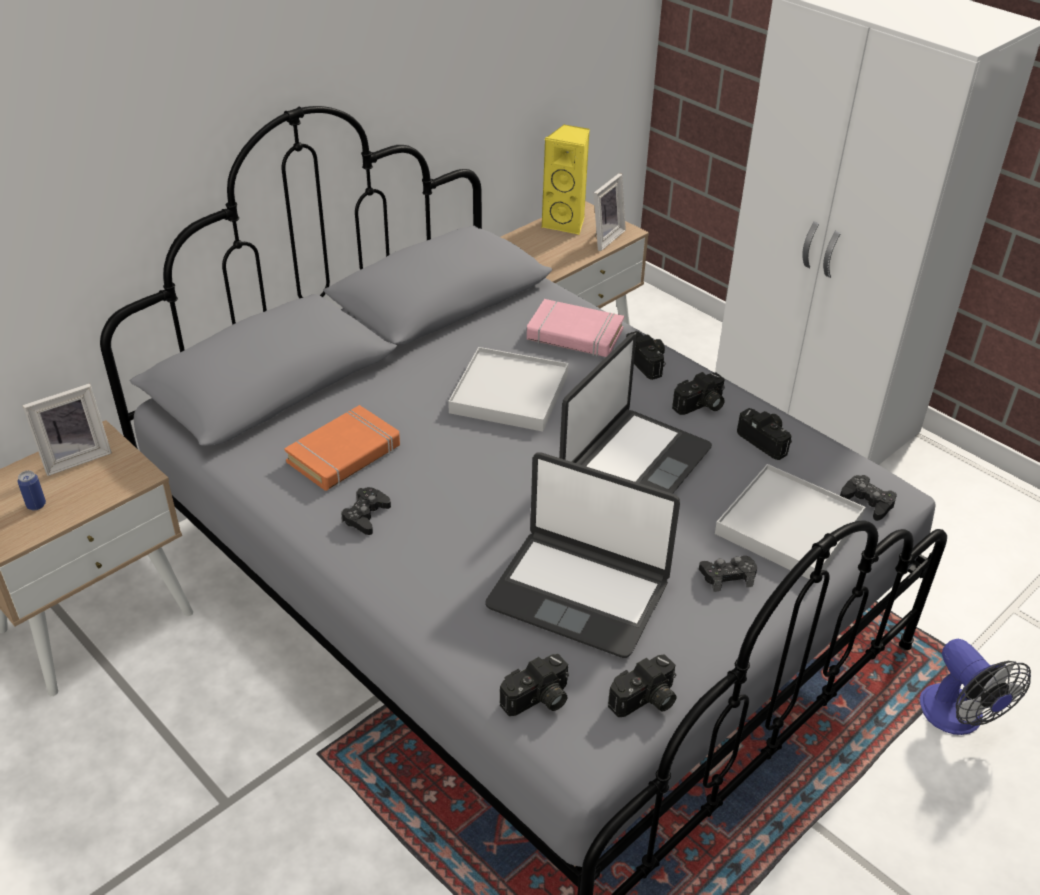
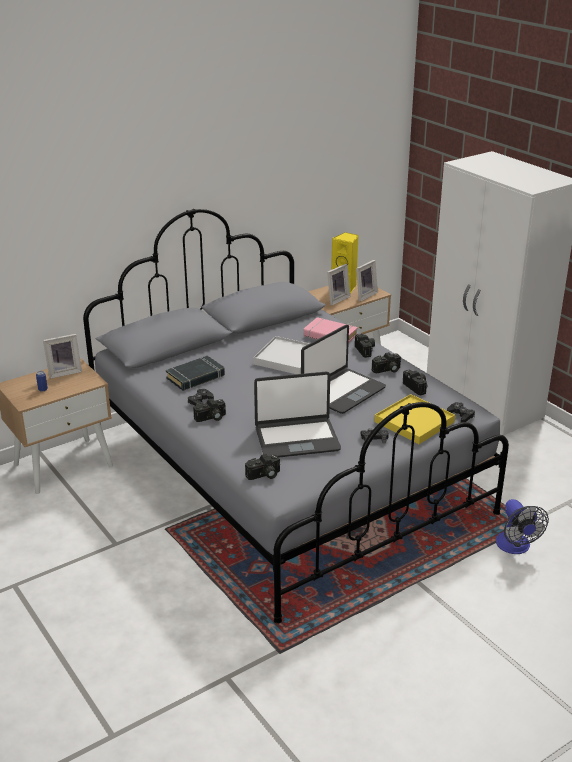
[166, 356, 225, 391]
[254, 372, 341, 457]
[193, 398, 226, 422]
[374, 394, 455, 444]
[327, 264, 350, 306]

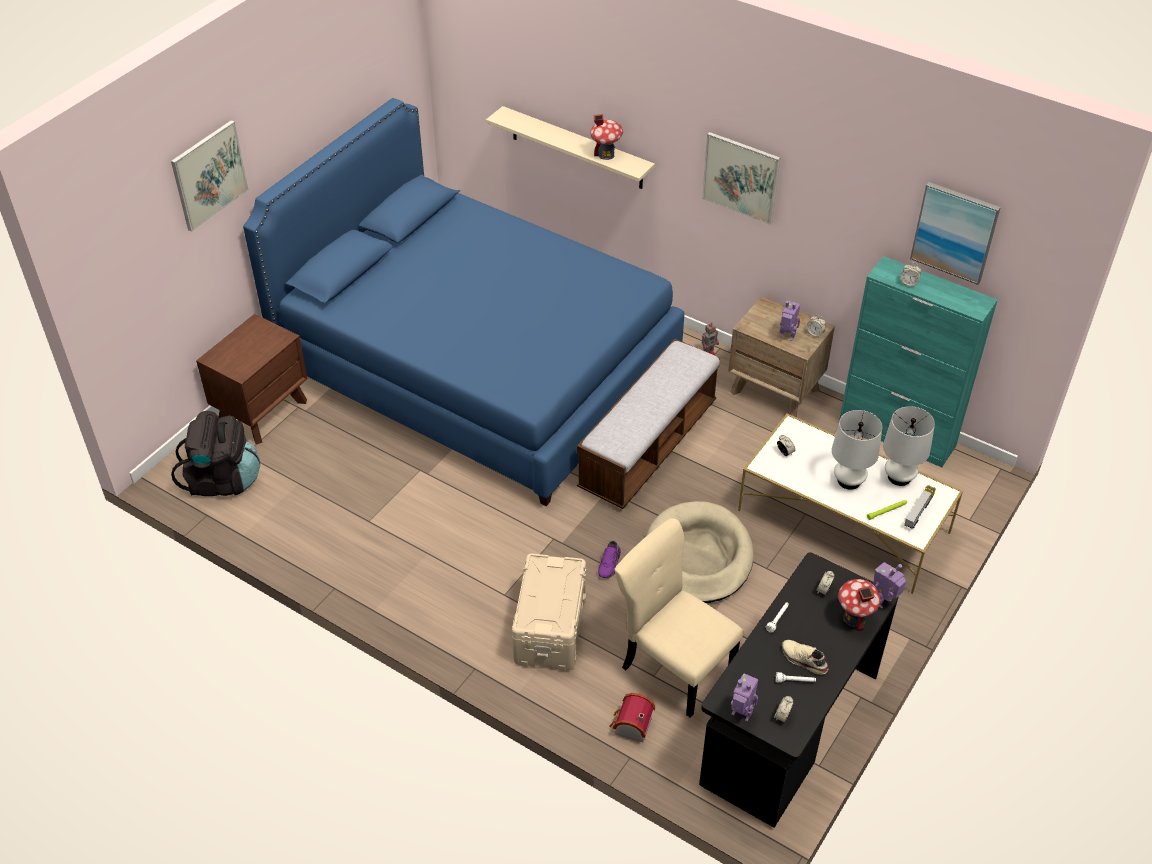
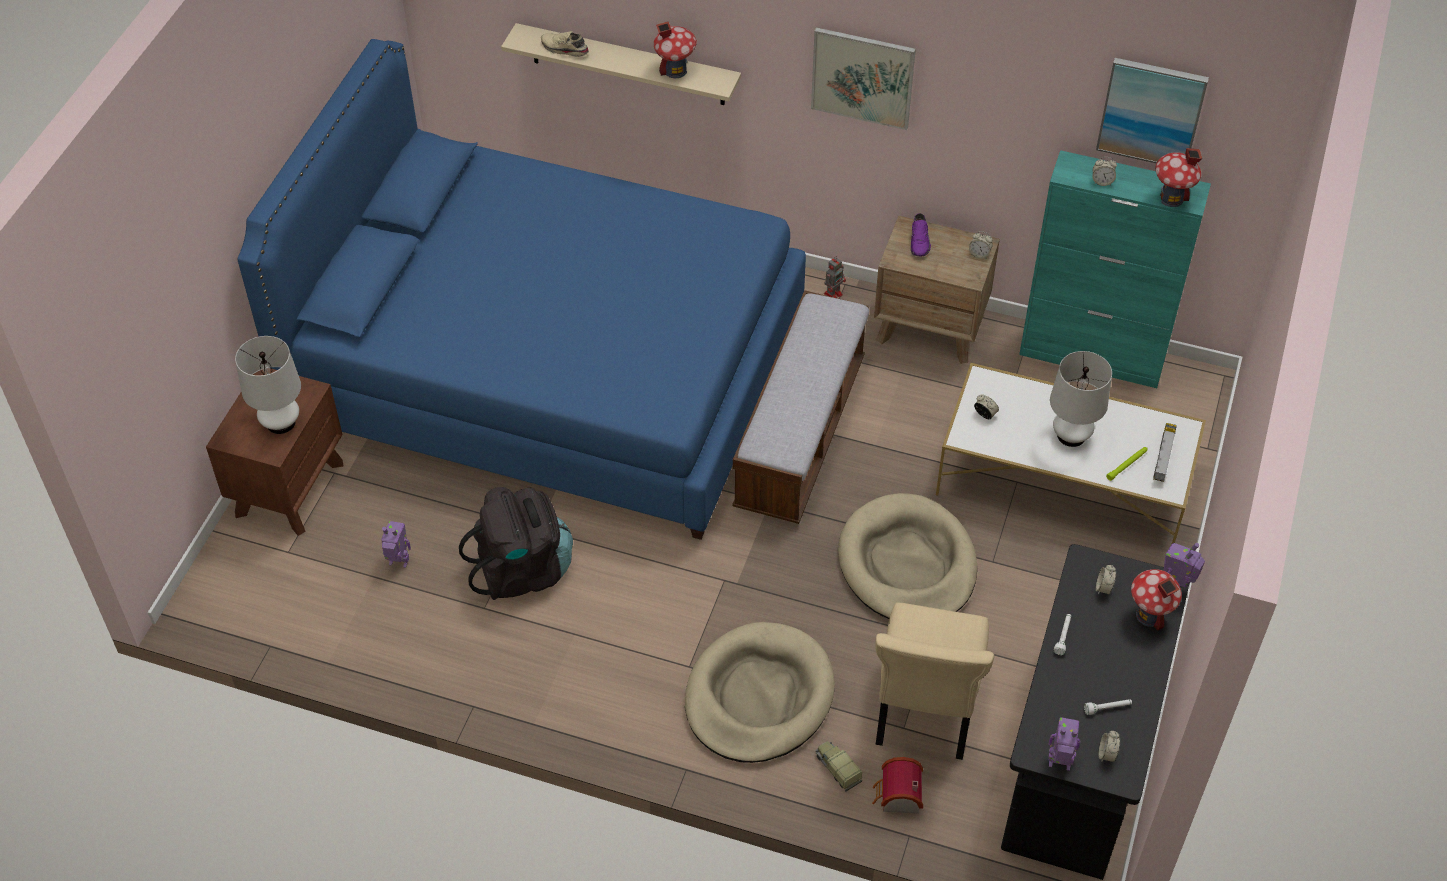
[171, 120, 249, 232] (first image)
[459, 487, 573, 600]
[685, 622, 835, 763]
[911, 213, 931, 256]
[875, 602, 994, 760]
[381, 521, 411, 568]
[541, 31, 589, 57]
[235, 336, 301, 434]
[815, 741, 862, 791]
[1155, 148, 1202, 207]

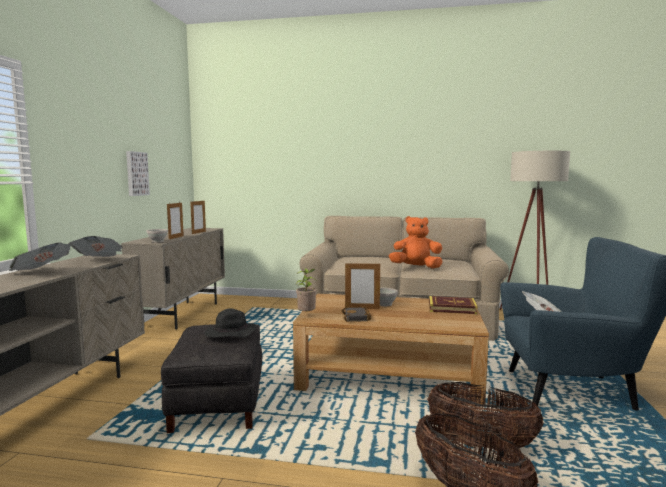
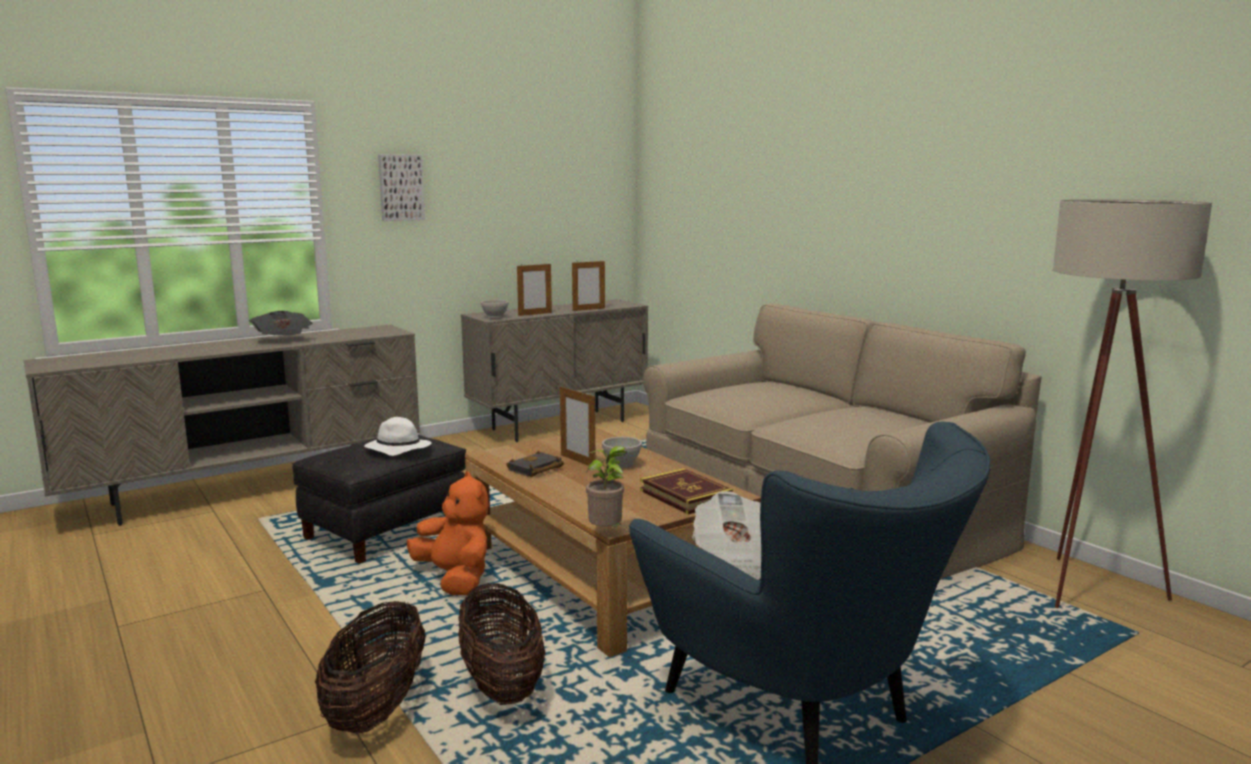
[69, 236, 123, 257] (first image)
[378, 154, 425, 221]
[364, 417, 432, 456]
[586, 446, 627, 527]
[406, 472, 489, 595]

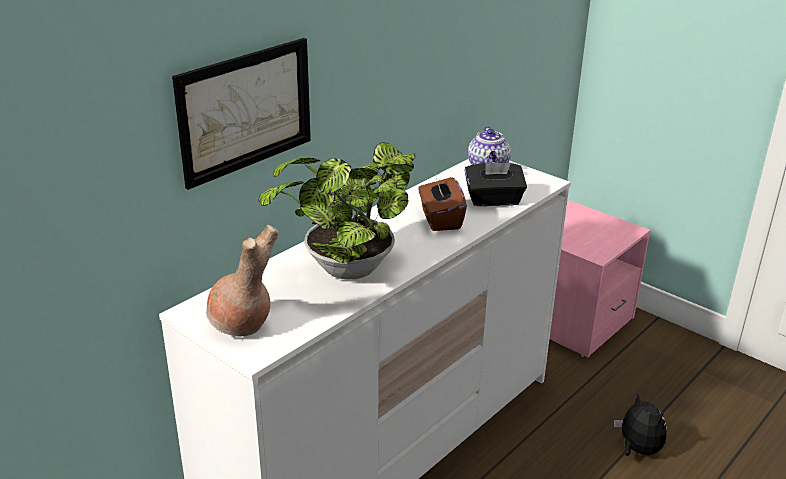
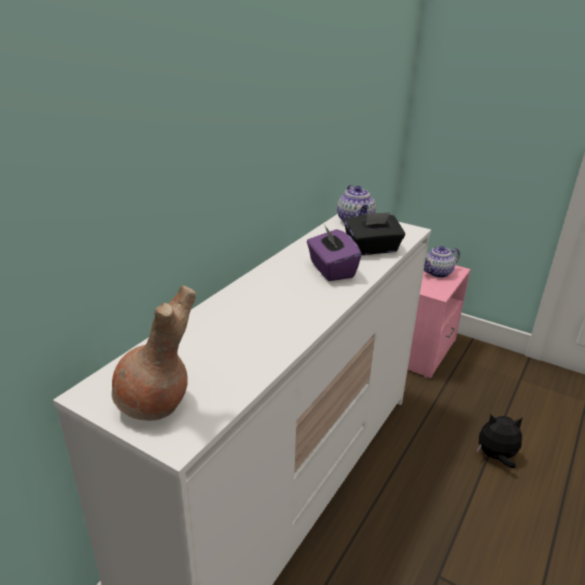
[172, 38, 311, 190] (first image)
[258, 142, 415, 280] (first image)
[307, 224, 362, 281]
[477, 414, 523, 468]
[424, 246, 460, 278]

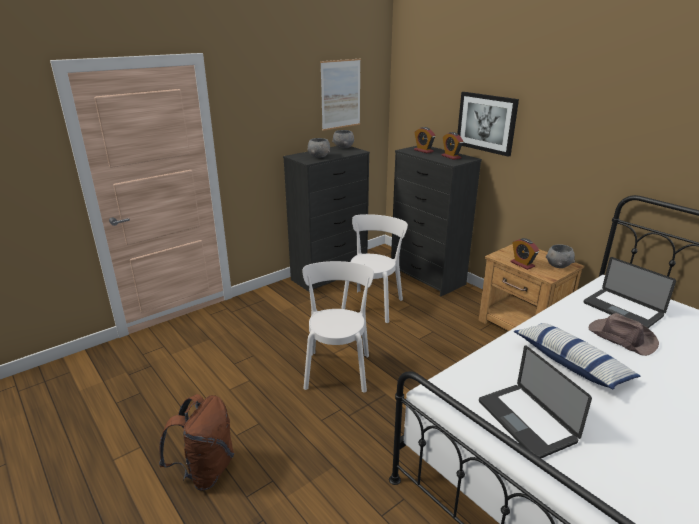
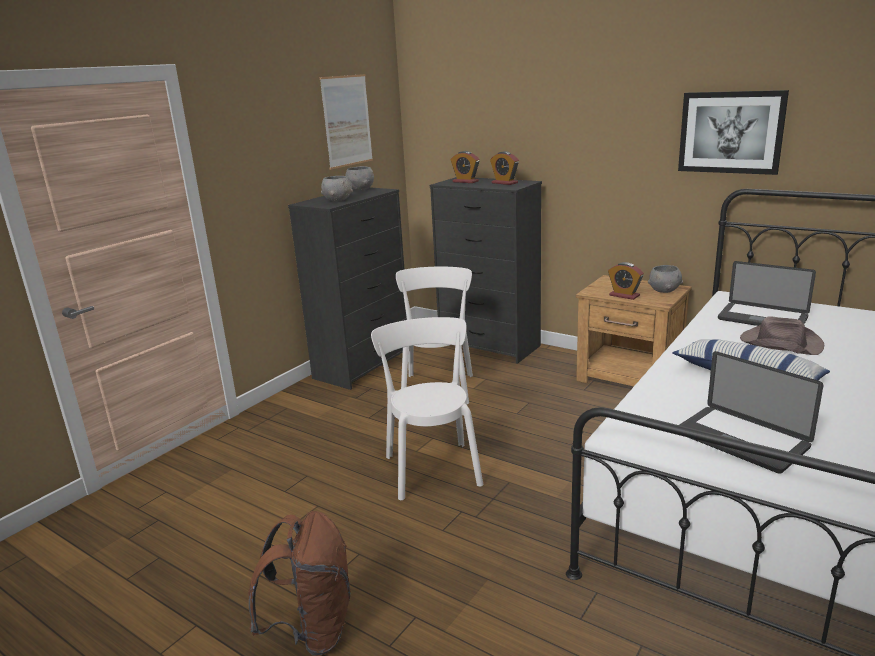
[678, 90, 789, 175]

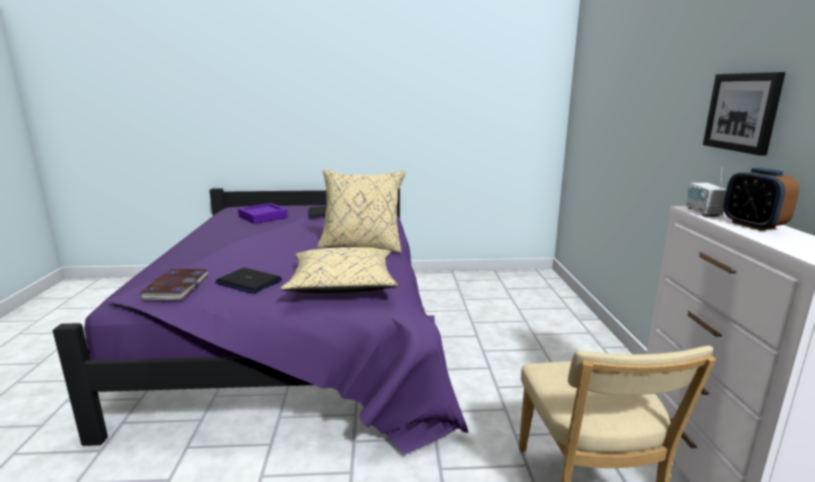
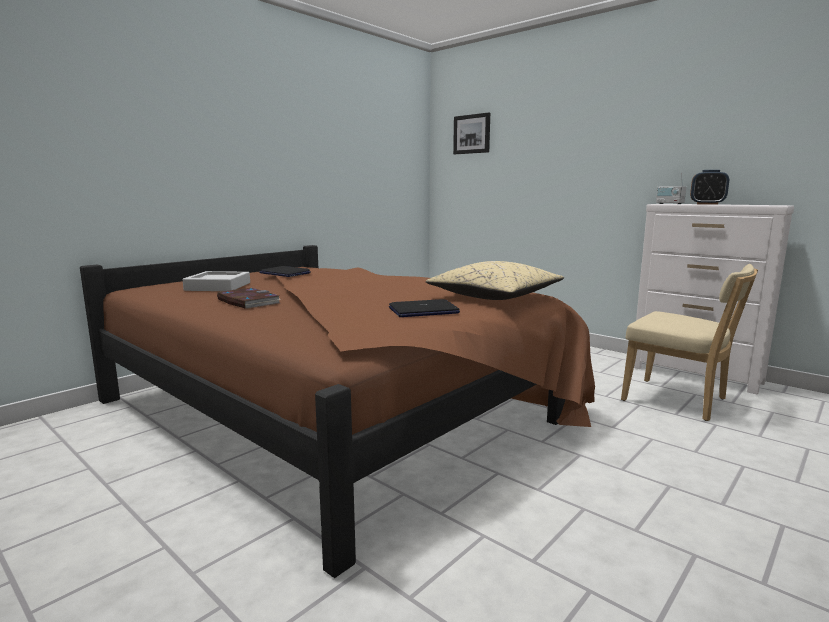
[80, 245, 595, 578]
[217, 288, 281, 309]
[183, 271, 250, 291]
[317, 169, 405, 253] (first image)
[453, 112, 490, 154]

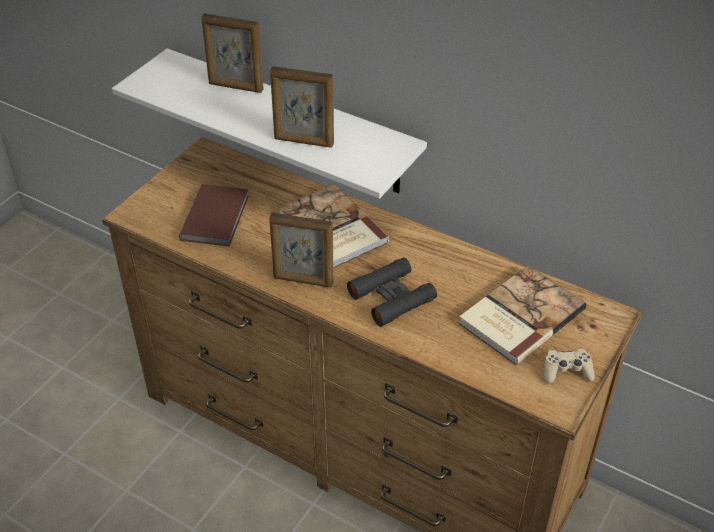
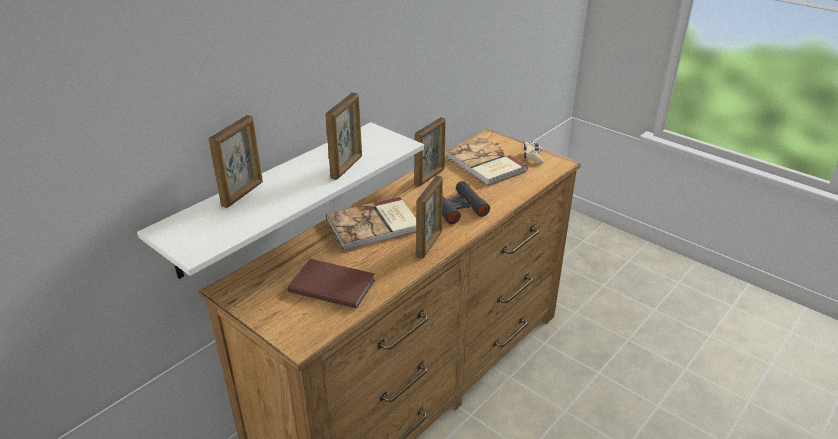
[415, 117, 446, 186]

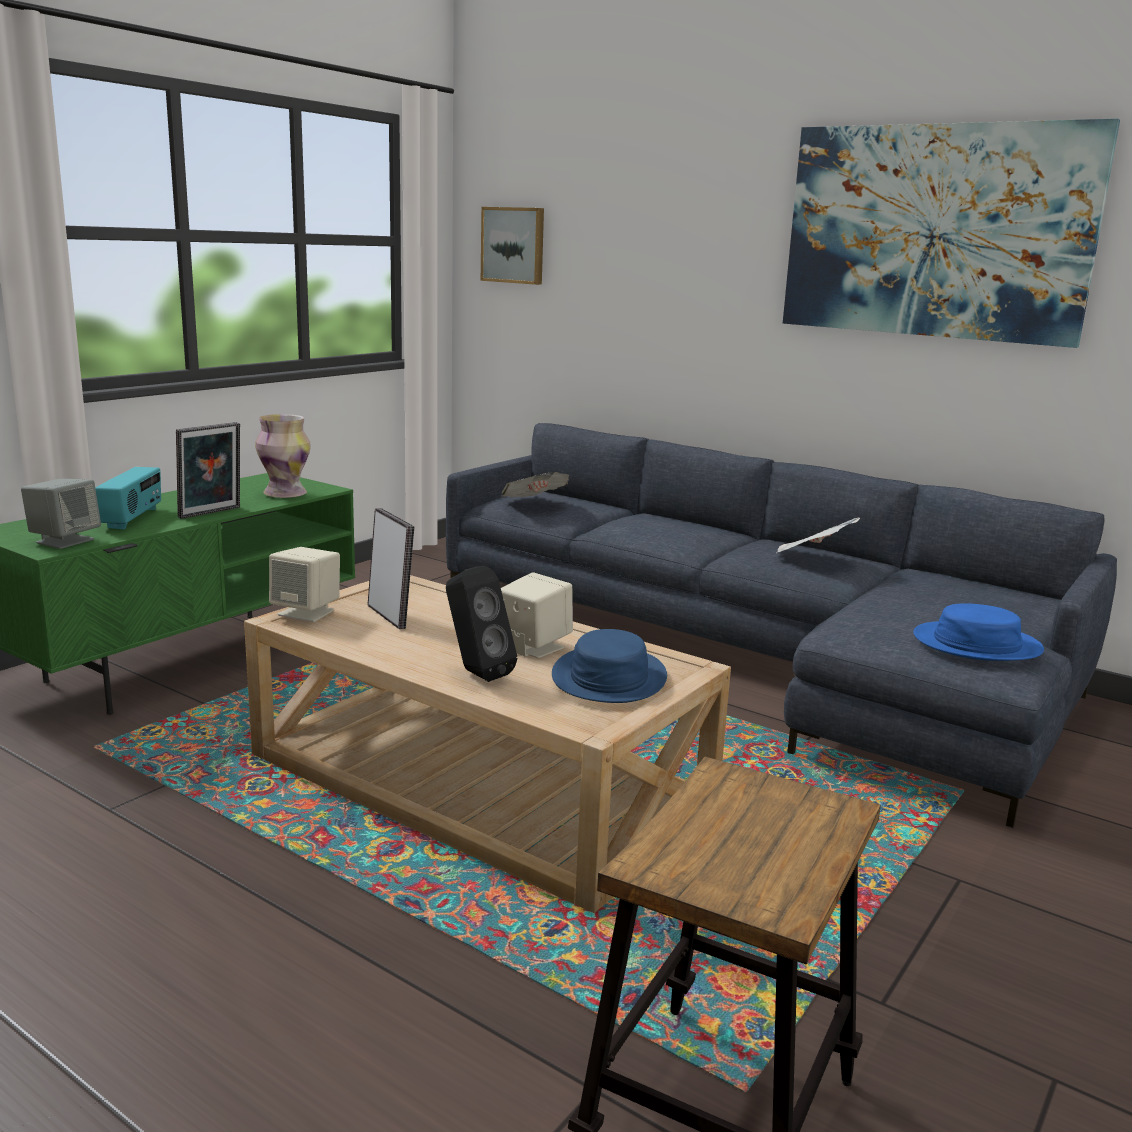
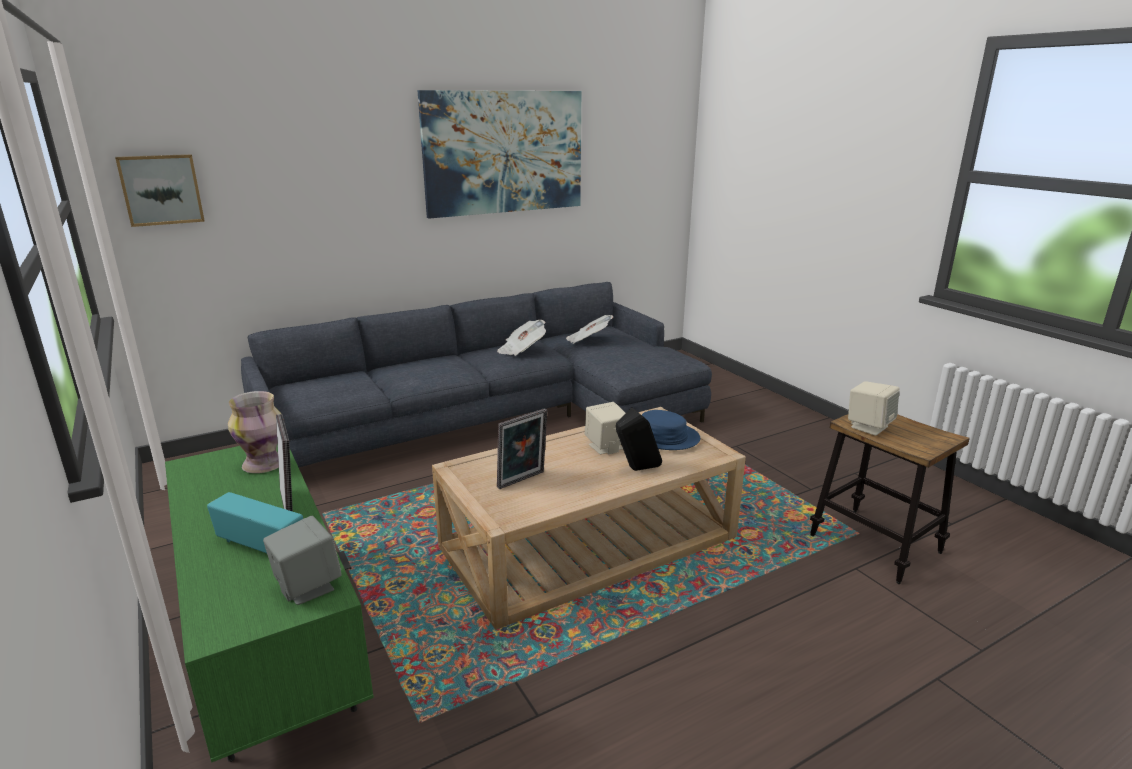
[848, 381, 900, 436]
[497, 408, 547, 489]
[566, 315, 613, 344]
[913, 603, 1044, 661] (first image)

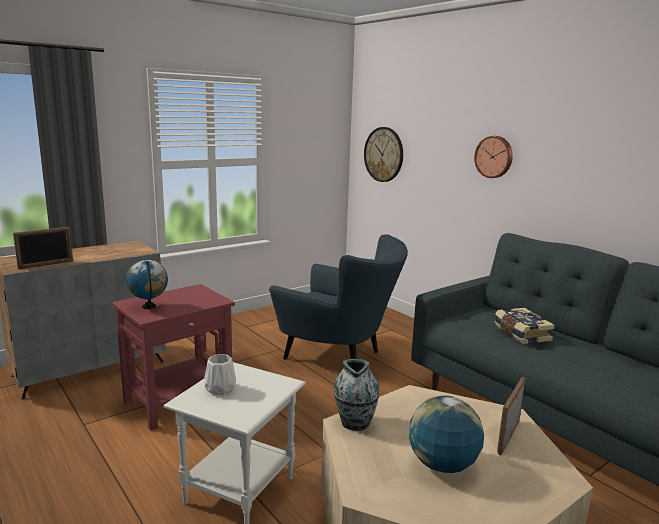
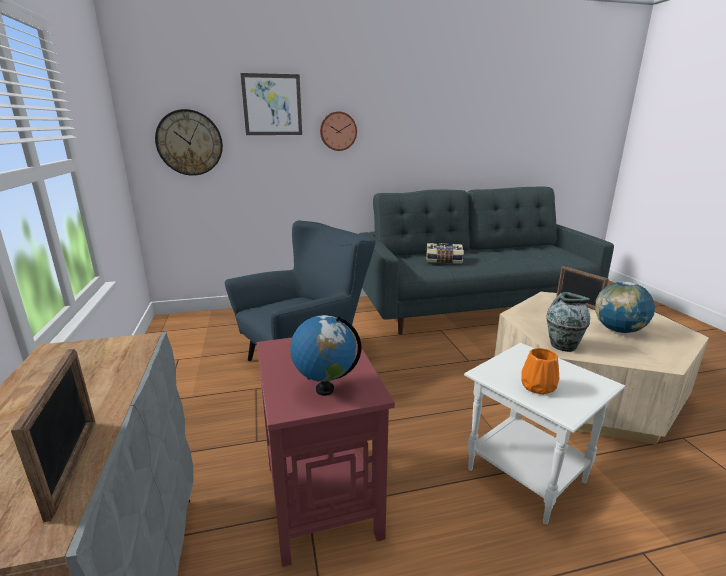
[521, 348, 559, 395]
[240, 73, 302, 135]

